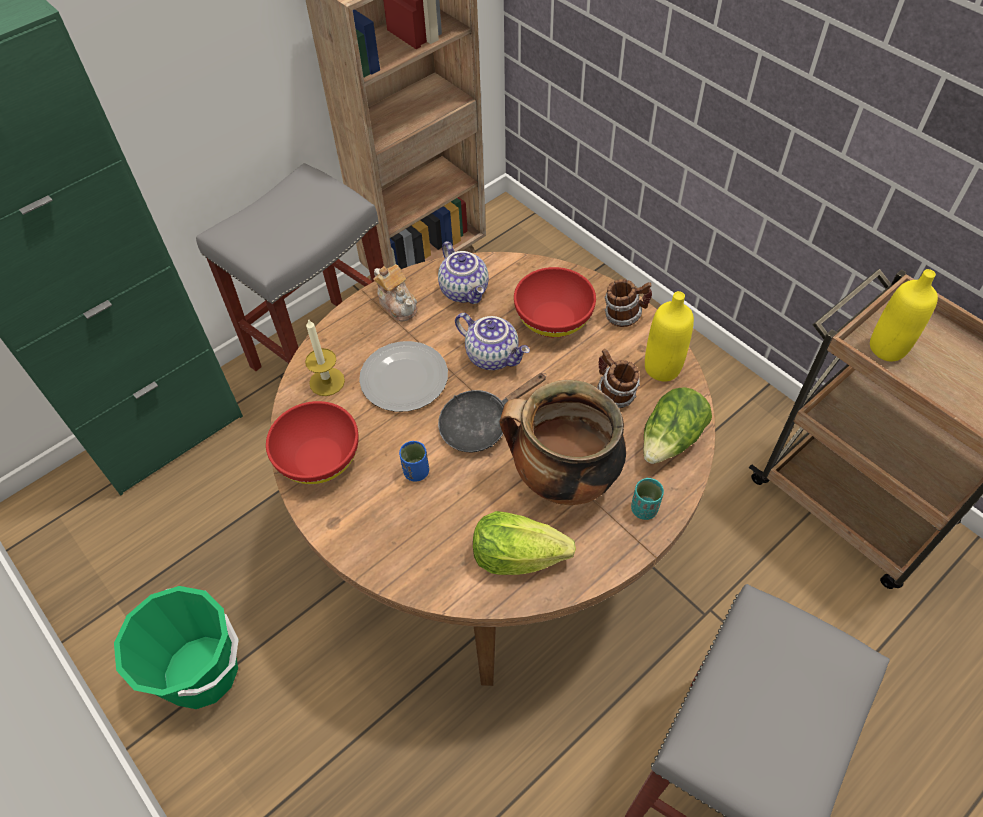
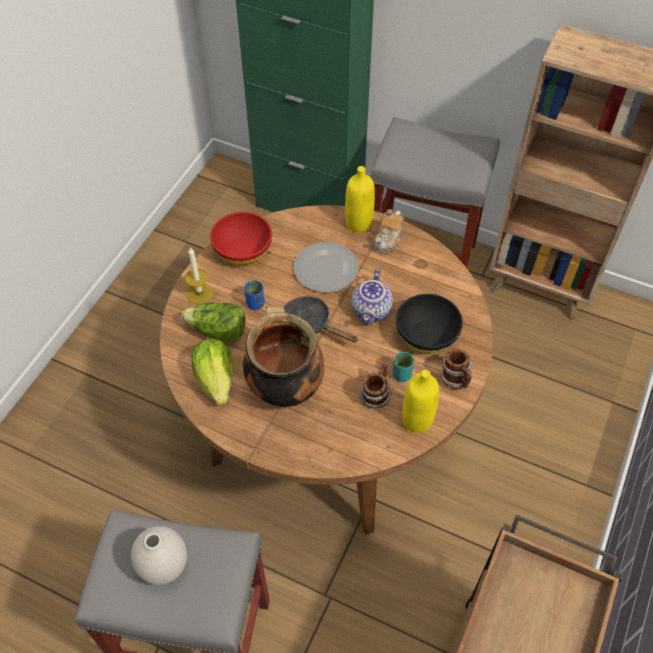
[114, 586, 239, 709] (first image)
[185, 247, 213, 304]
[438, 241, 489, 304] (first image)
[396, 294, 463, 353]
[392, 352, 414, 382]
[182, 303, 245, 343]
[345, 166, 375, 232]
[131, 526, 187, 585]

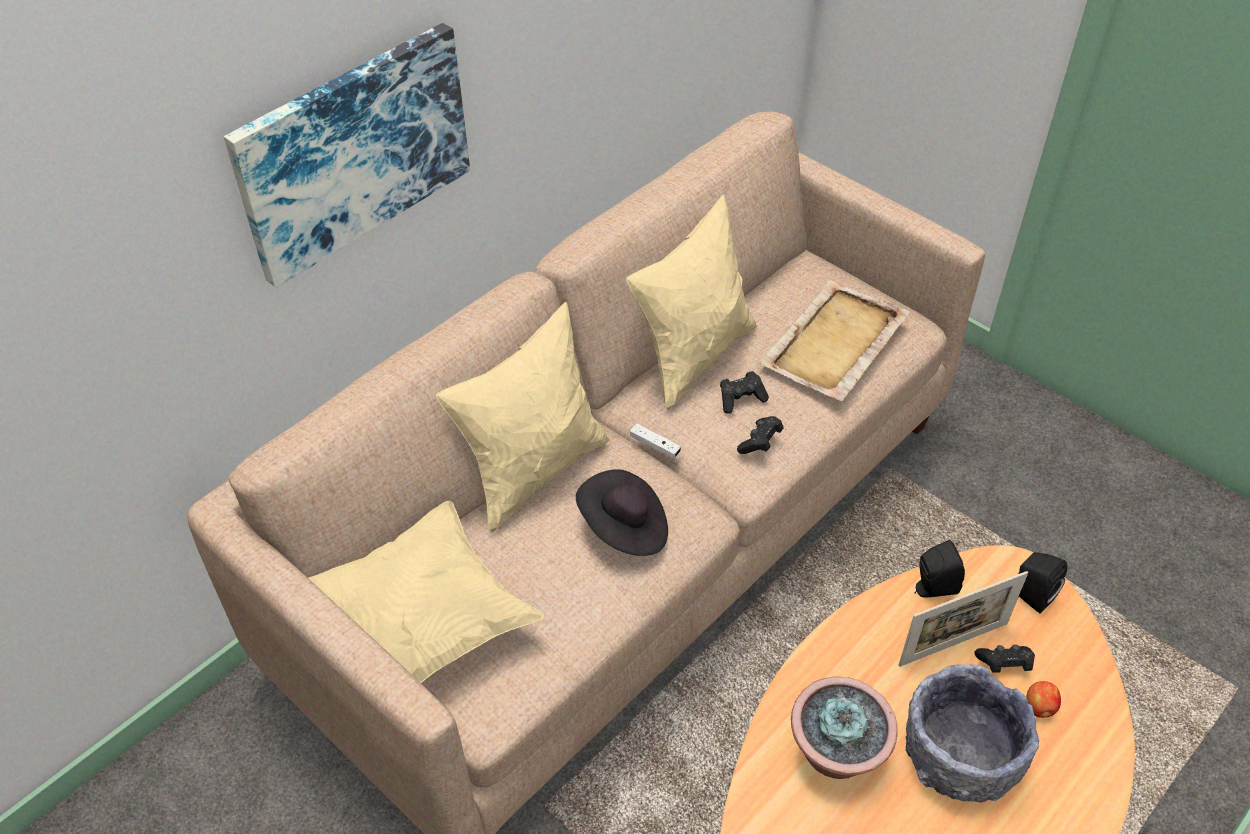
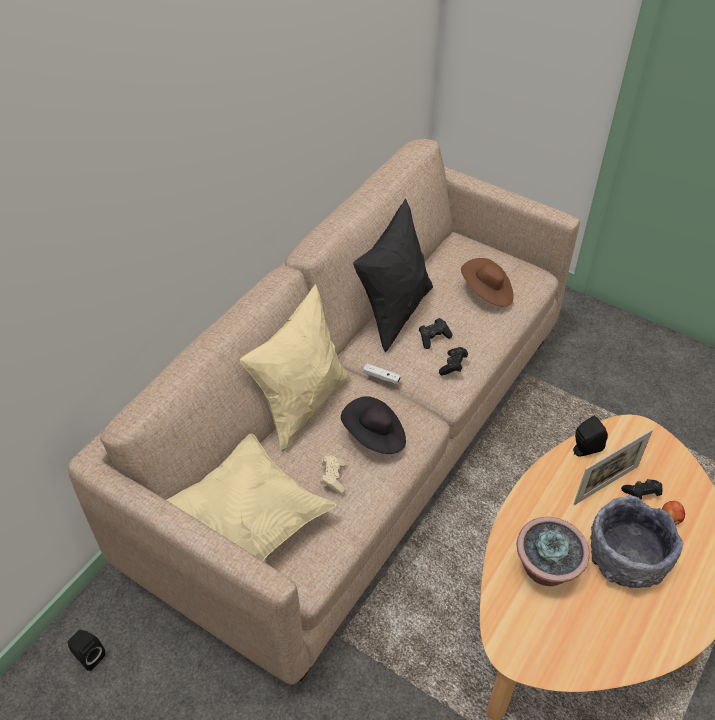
[224, 23, 470, 288] (first image)
[353, 199, 433, 352]
[461, 258, 514, 307]
[68, 630, 105, 671]
[320, 455, 346, 494]

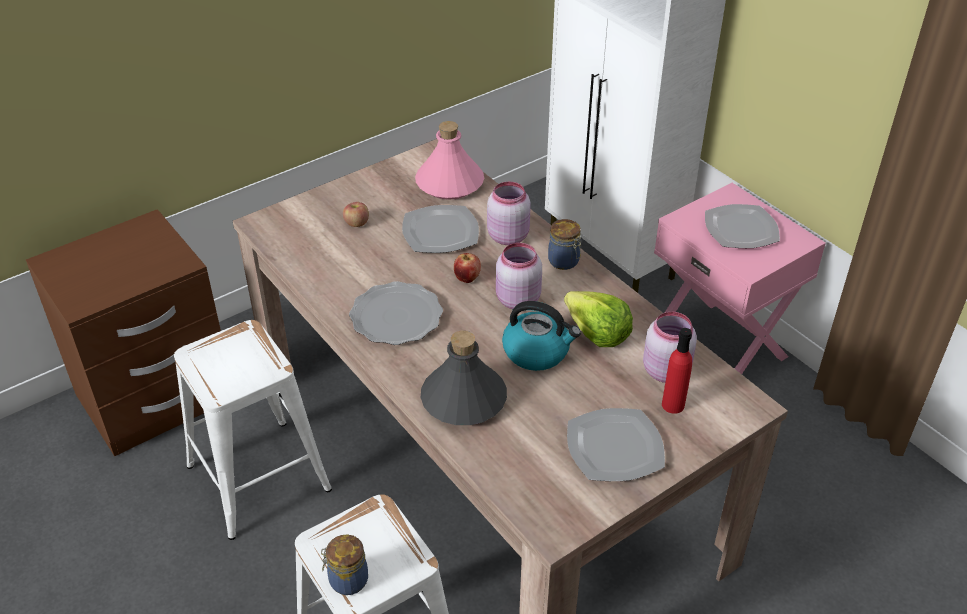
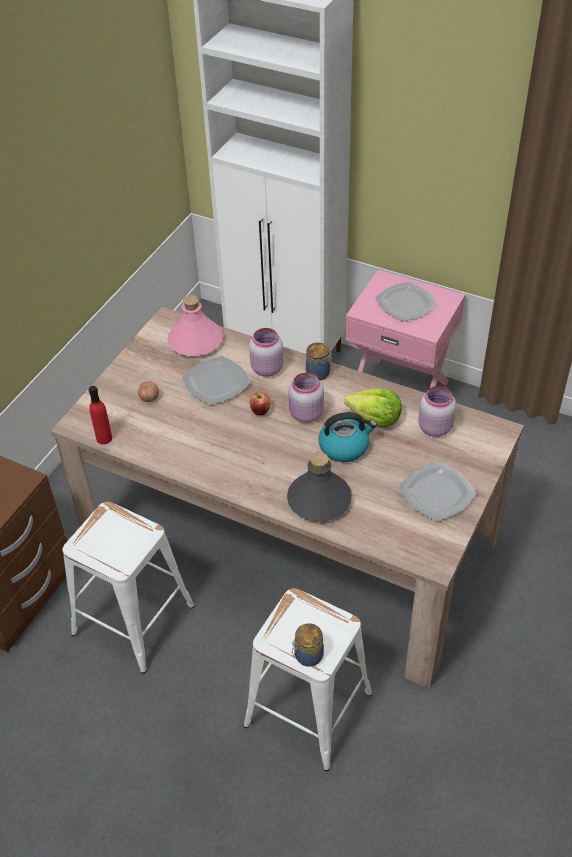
[349, 281, 443, 345] (first image)
[89, 386, 112, 445]

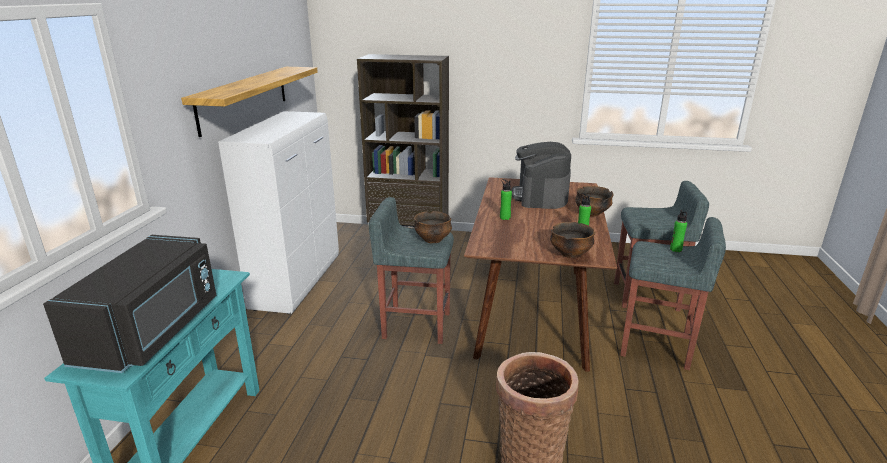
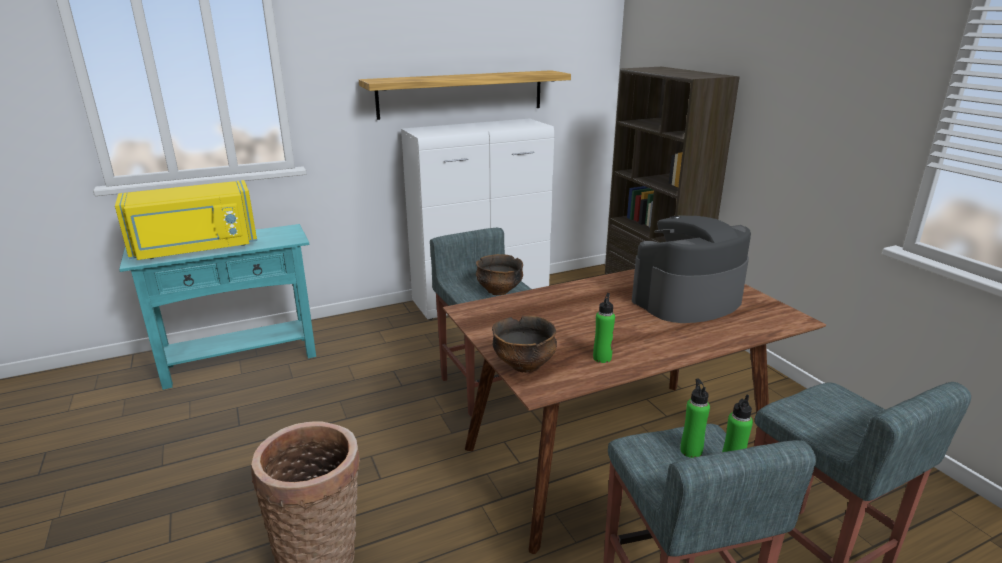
[115, 180, 257, 260]
[680, 378, 710, 458]
[575, 186, 614, 216] (first image)

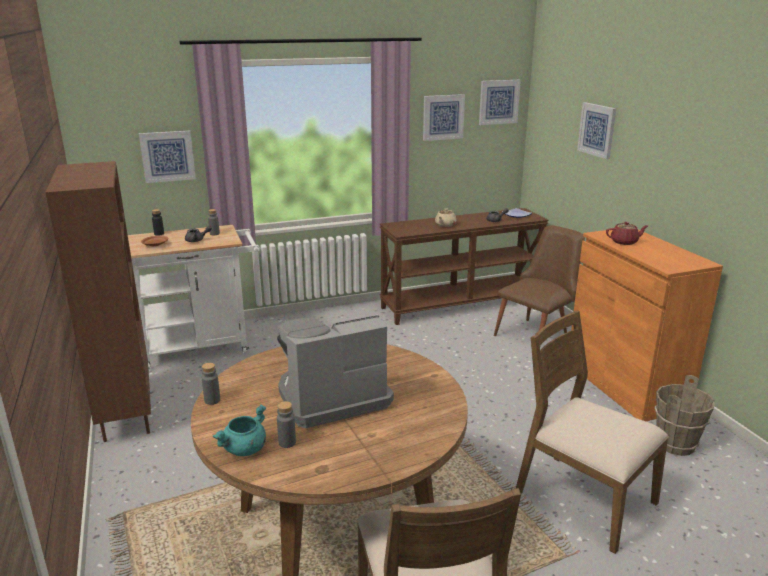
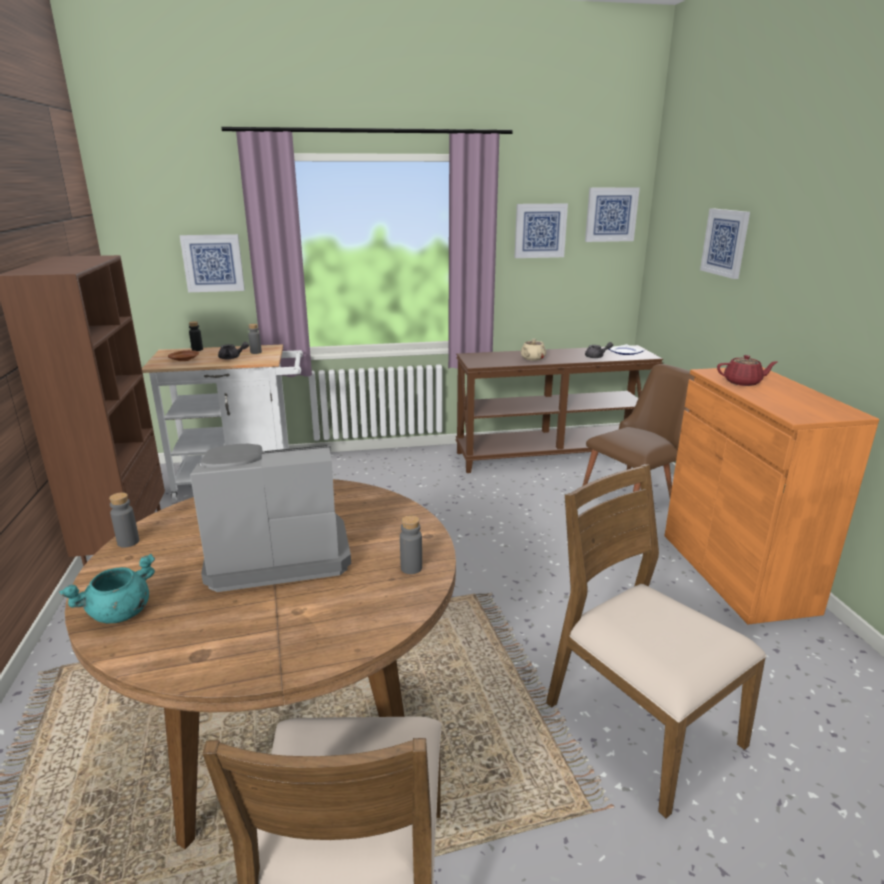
[400, 515, 422, 574]
[655, 375, 715, 456] (first image)

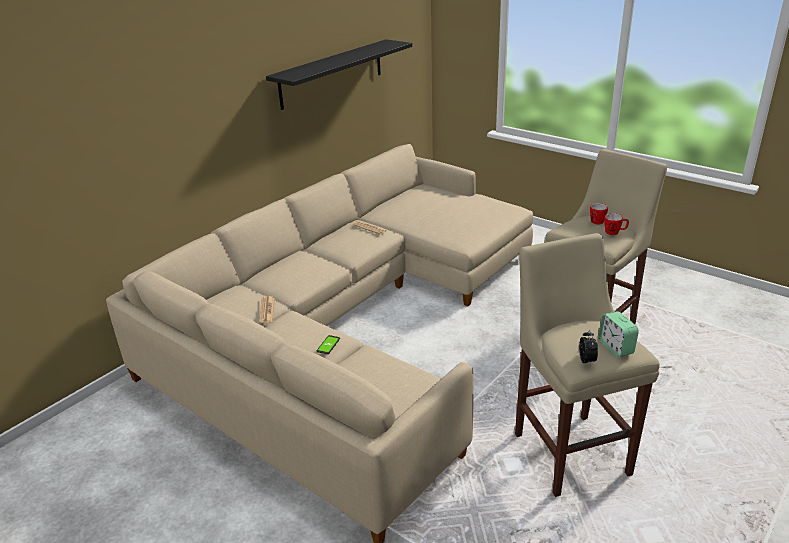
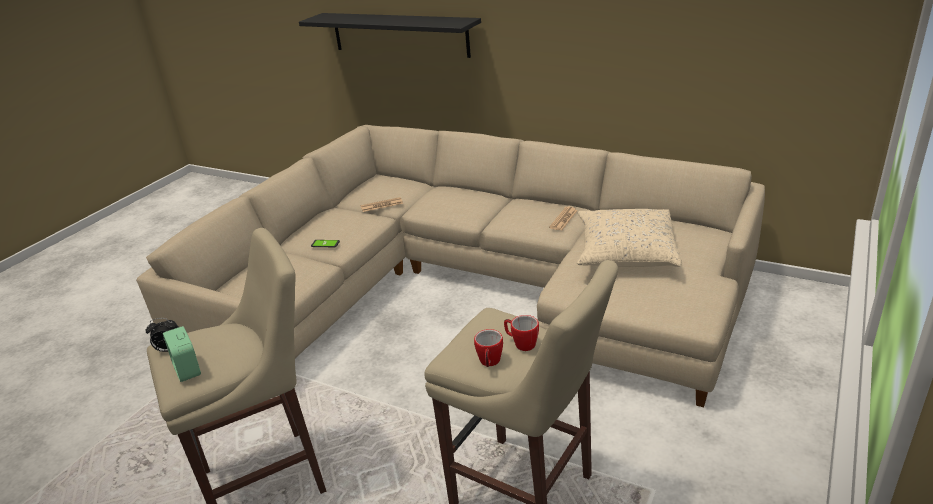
[299, 13, 481, 58]
[163, 326, 201, 382]
[577, 209, 682, 267]

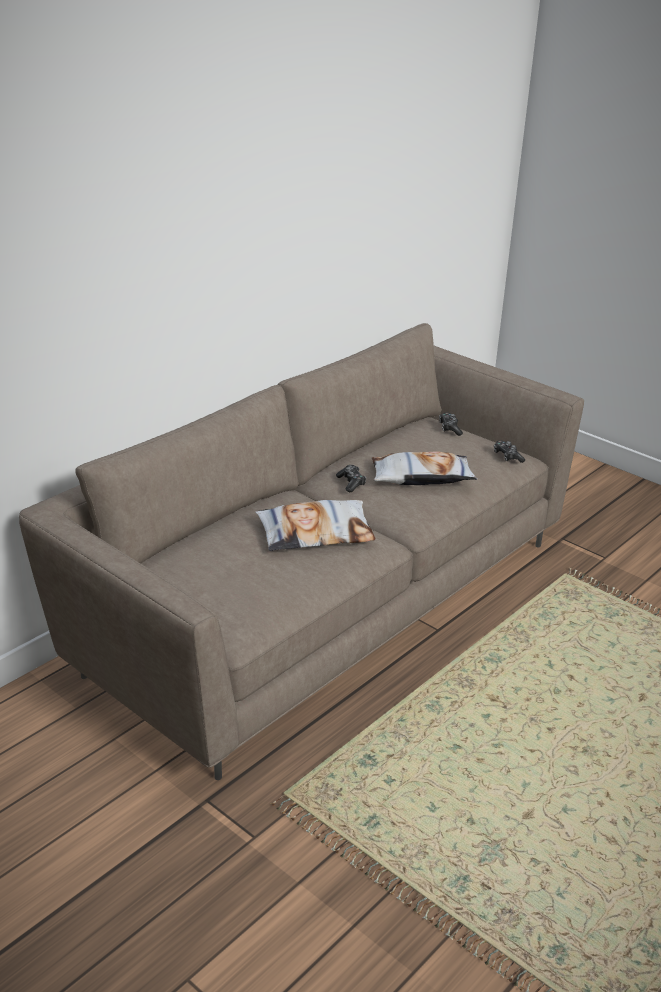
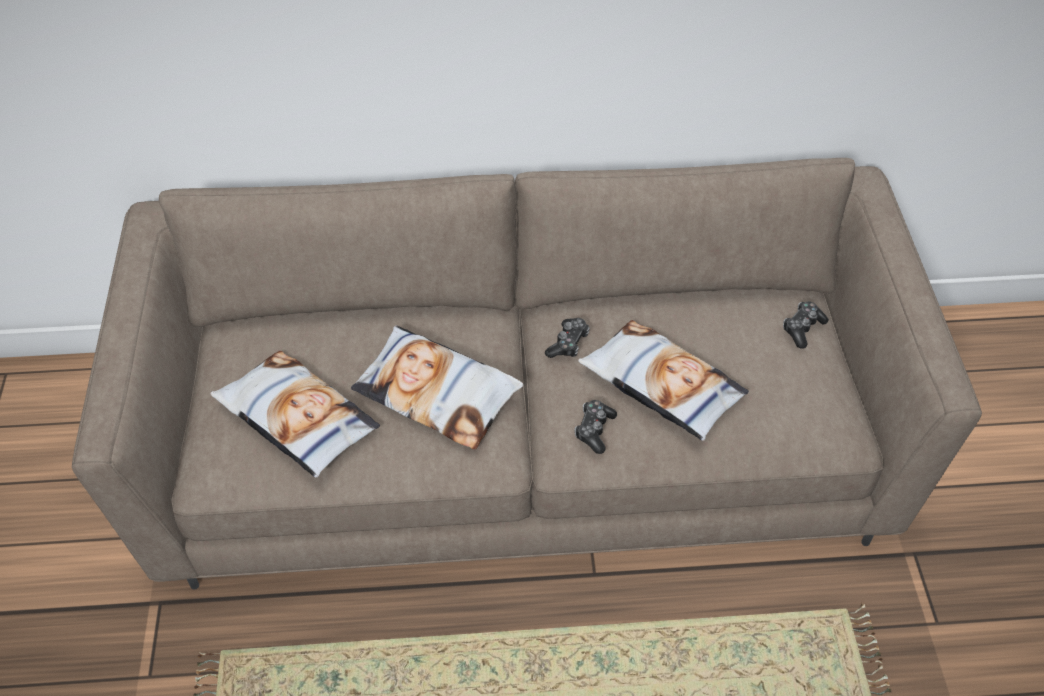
[574, 400, 617, 454]
[210, 351, 380, 477]

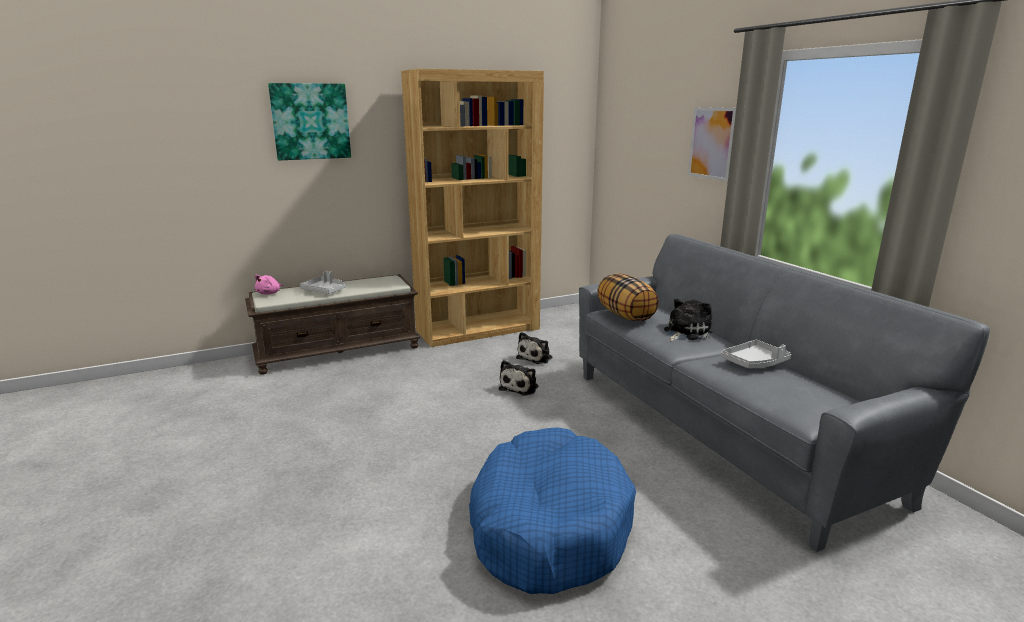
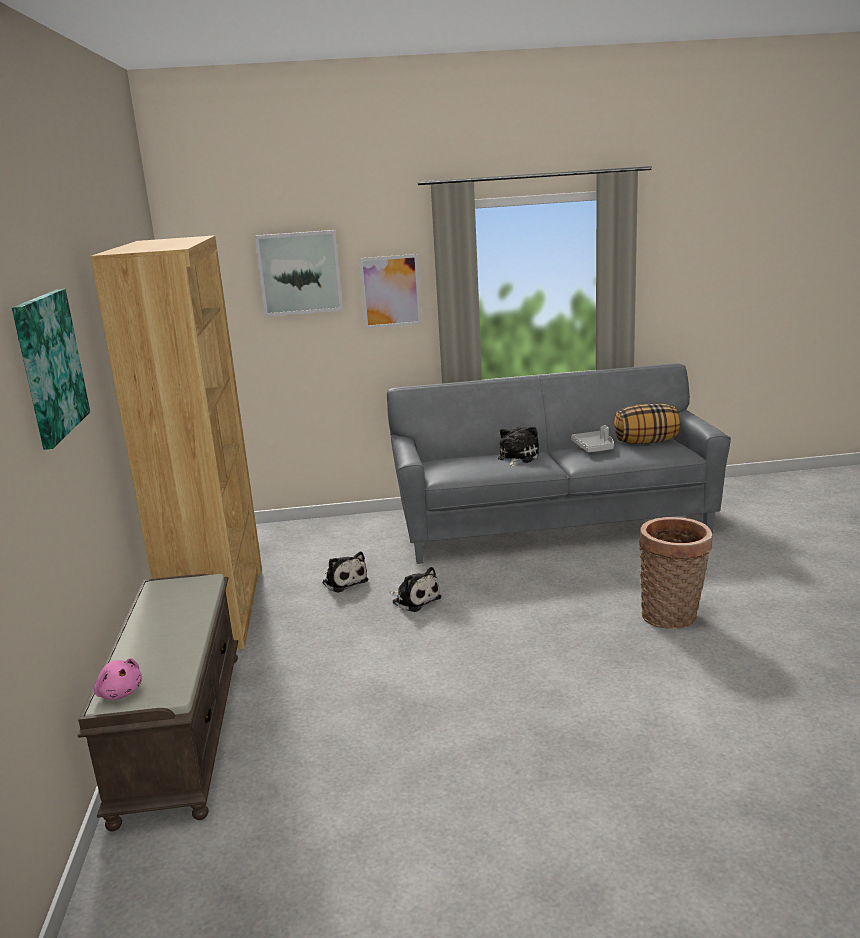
[300, 271, 345, 294] (first image)
[639, 517, 713, 629]
[614, 403, 680, 444]
[498, 427, 539, 466]
[255, 230, 343, 317]

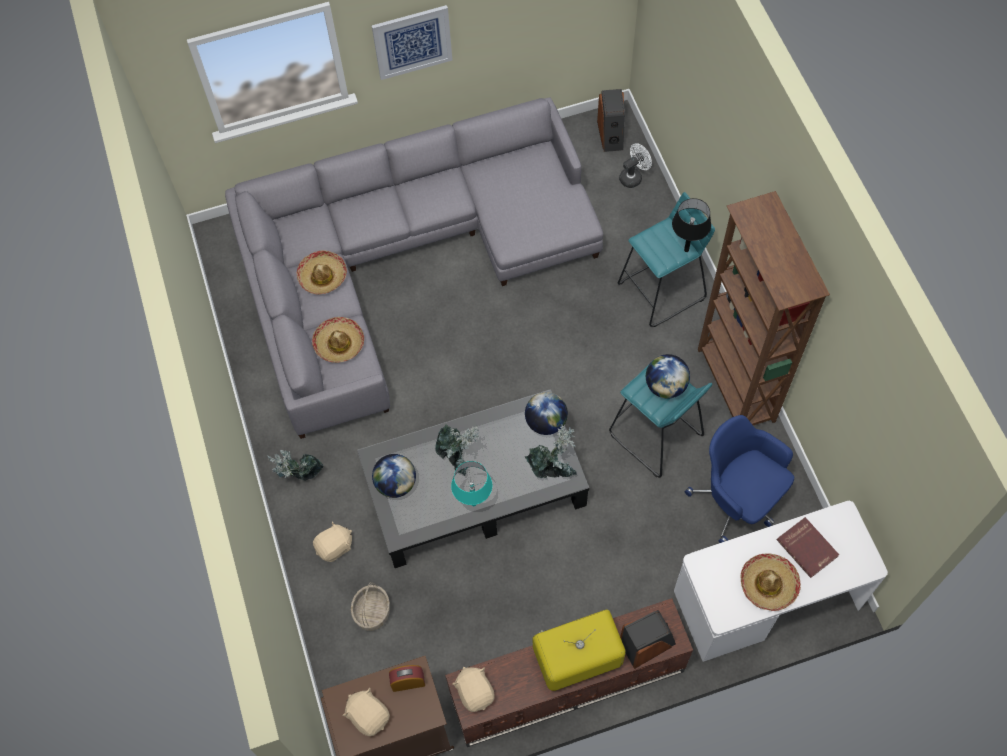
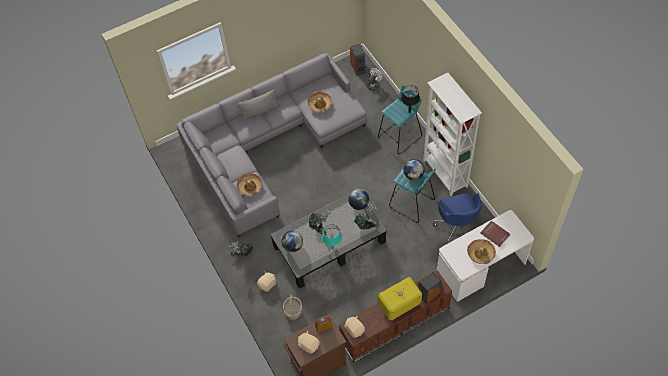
[308, 92, 332, 112]
[372, 5, 452, 80] (first image)
[433, 193, 482, 244]
[423, 73, 482, 196]
[237, 89, 280, 121]

